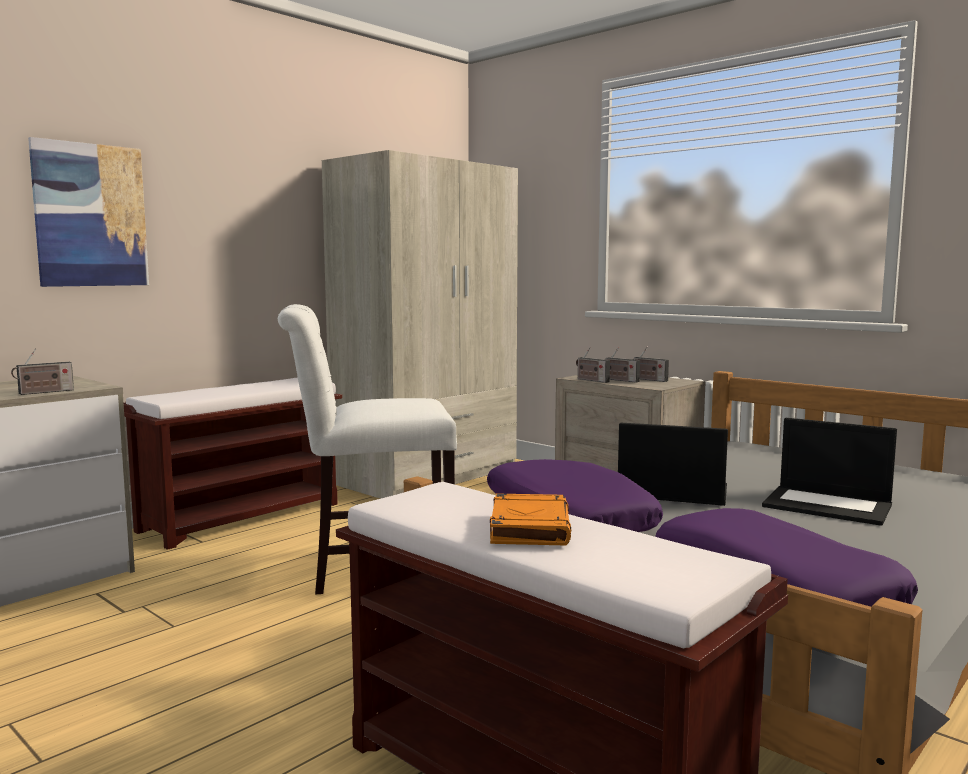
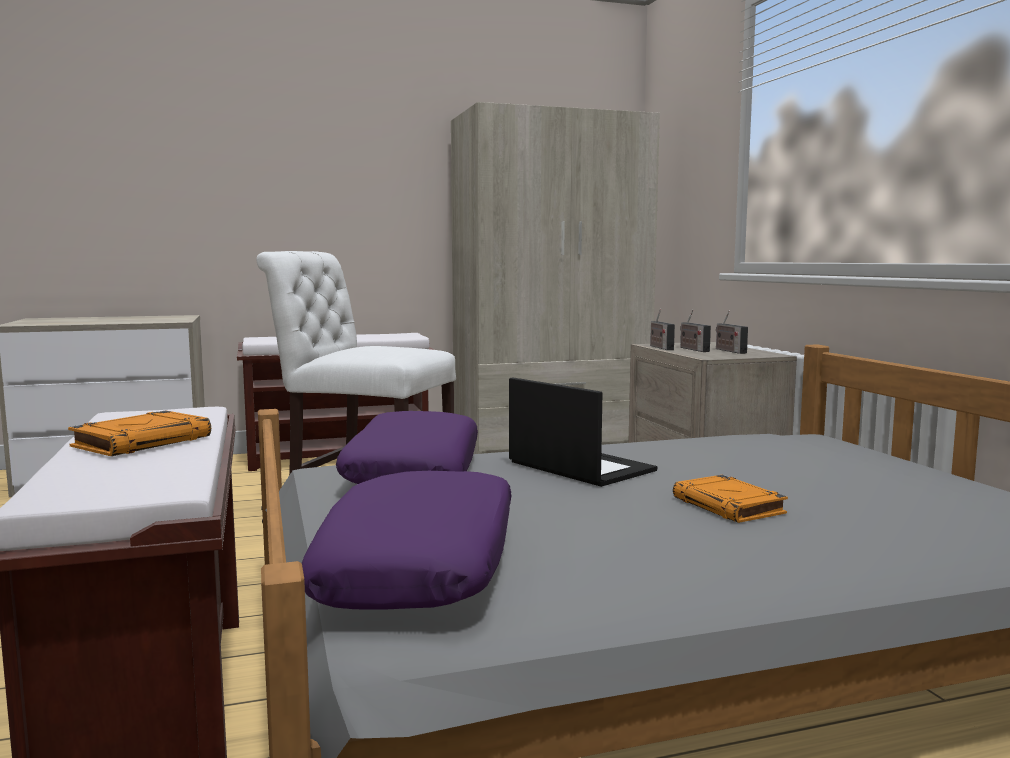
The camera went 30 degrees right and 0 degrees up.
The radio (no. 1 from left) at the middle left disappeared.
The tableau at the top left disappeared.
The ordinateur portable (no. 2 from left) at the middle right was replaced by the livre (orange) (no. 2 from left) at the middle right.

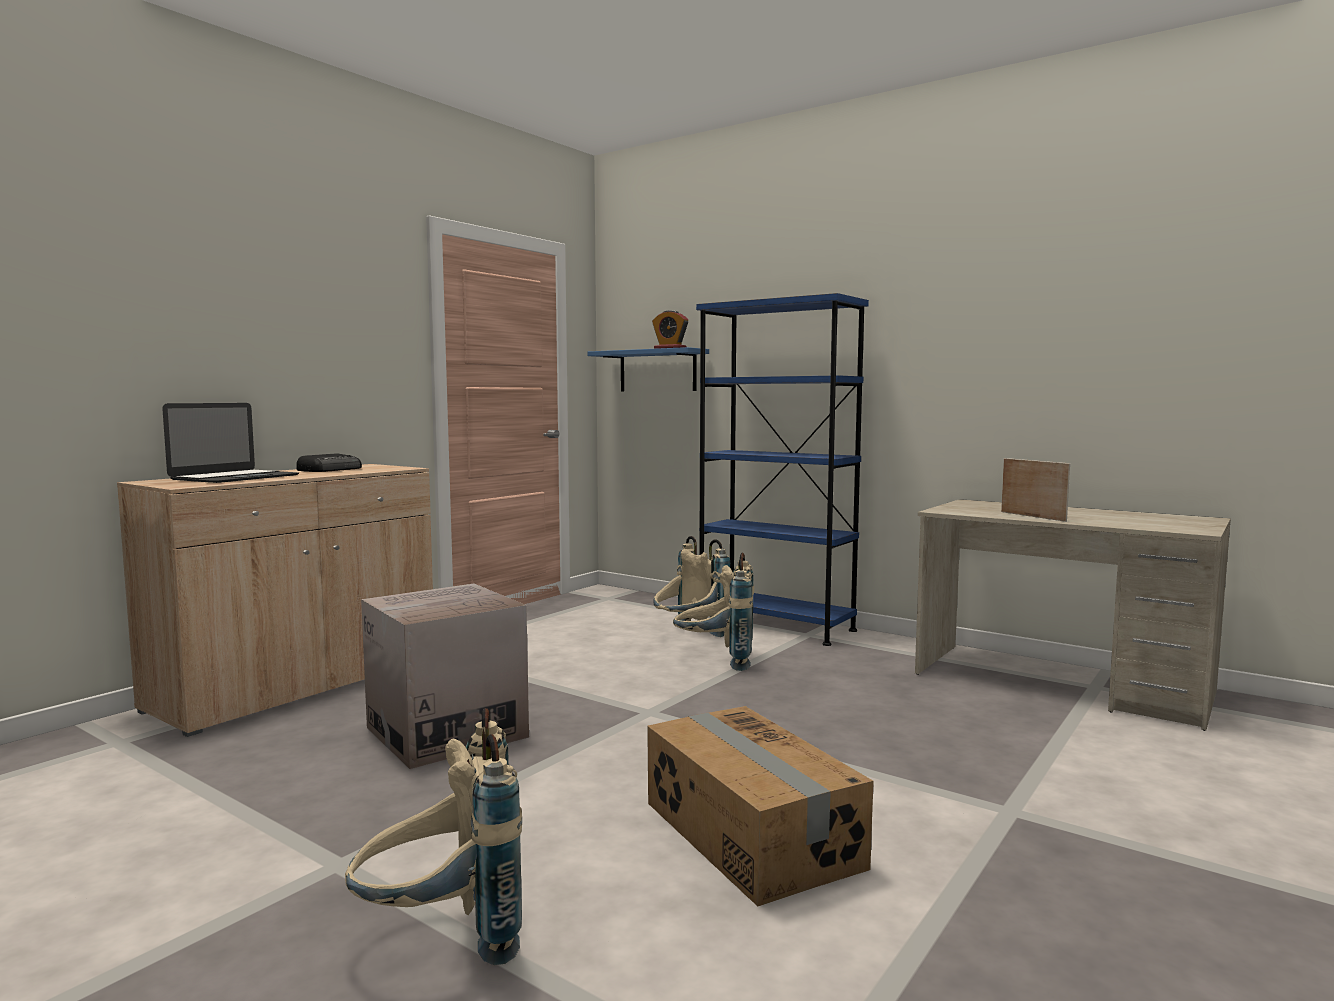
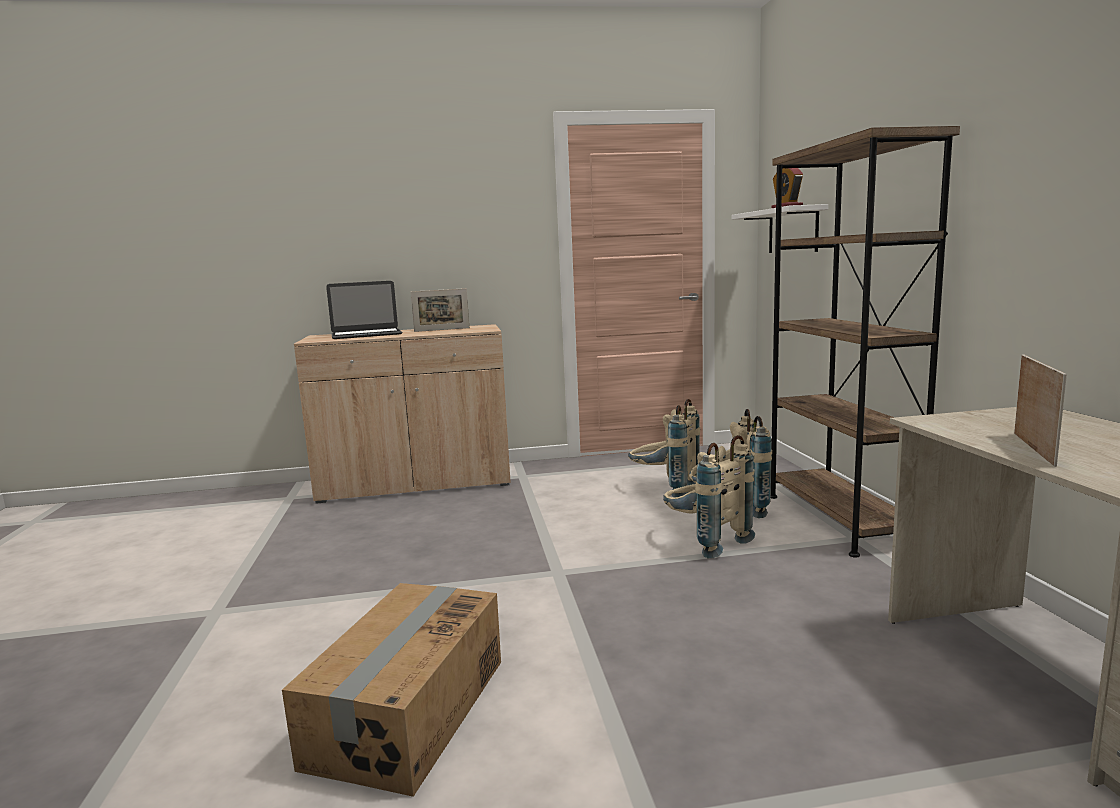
The camera went 45 degrees right and 5 degrees up.
The carton (no. 1 from left) at the bottom centre disappeared.
The sac à dos (beige) (no. 1 from left) moved from the bottom left to the centre.
The radio at the middle left was replaced by the cadre photo (no. 1 from left) at the centre.
The étagère (bleu) at the centre became the étagère (blanc) at the top right.
The bibliothèque (bleu) at the centre became the bibliothèque (marron) at the middle right.

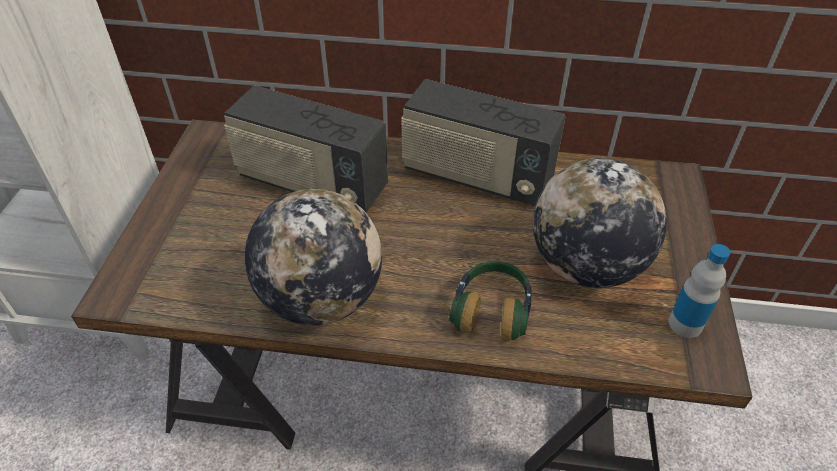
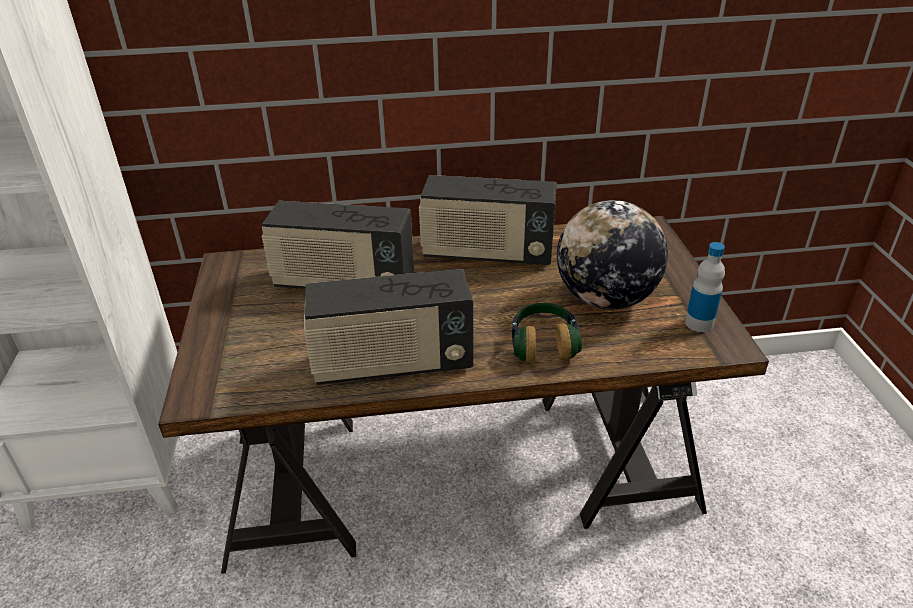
The camera went 15 degrees left and 10 degrees down.
The globe (no. 1 from left) at the centre was replaced by the radio (no. 2 from left) at the centre.

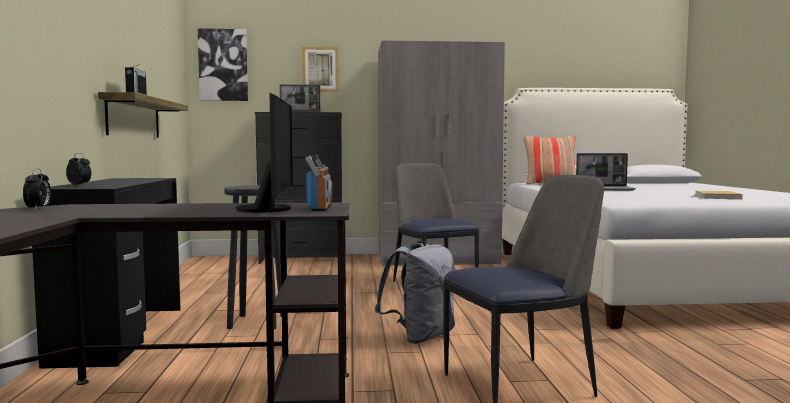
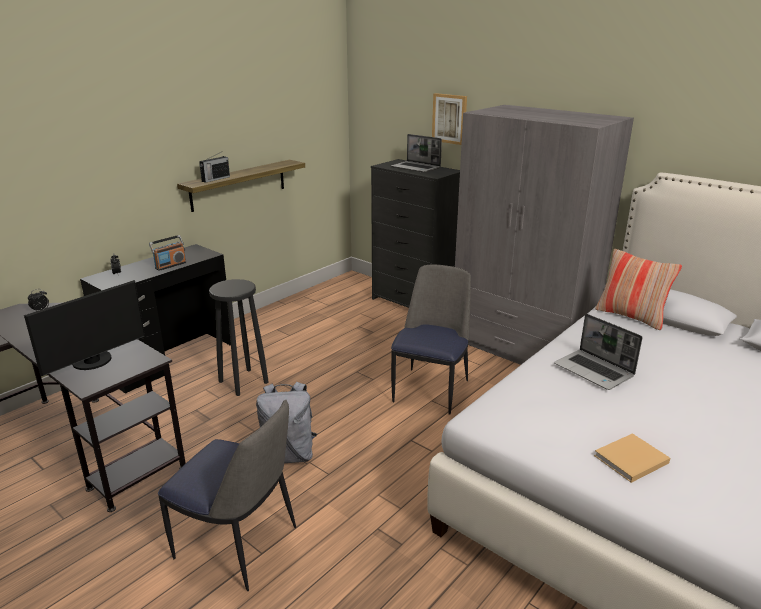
The camera went 45 degrees right and 20 degrees up.
The tableau (no. 1 from left) at the top left disappeared.
The radio (no. 2 from left in the first image) moved from the centre to the middle left.

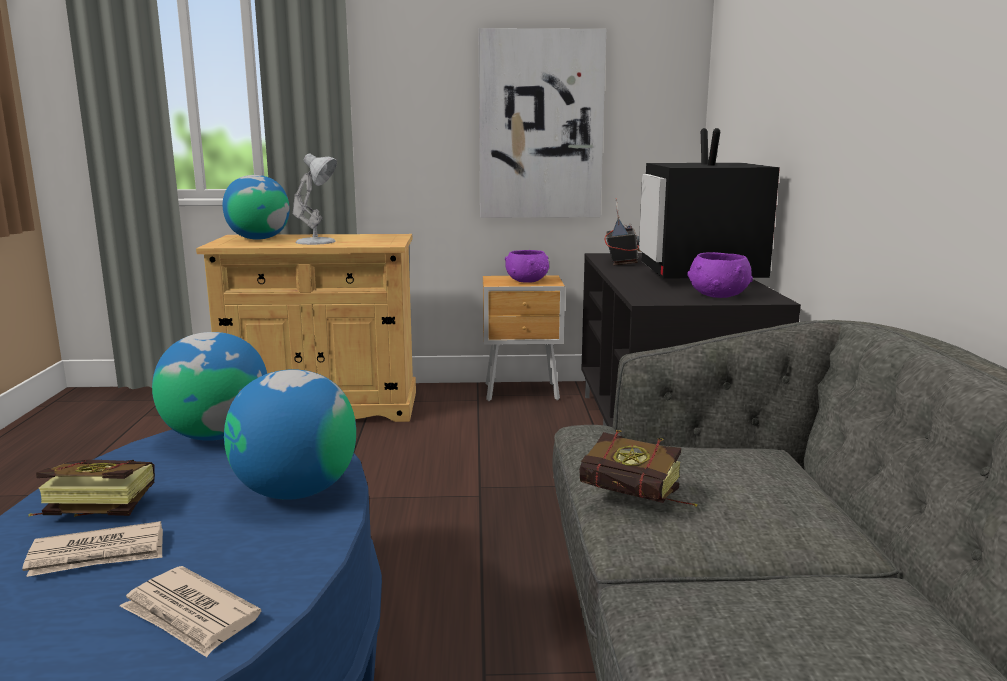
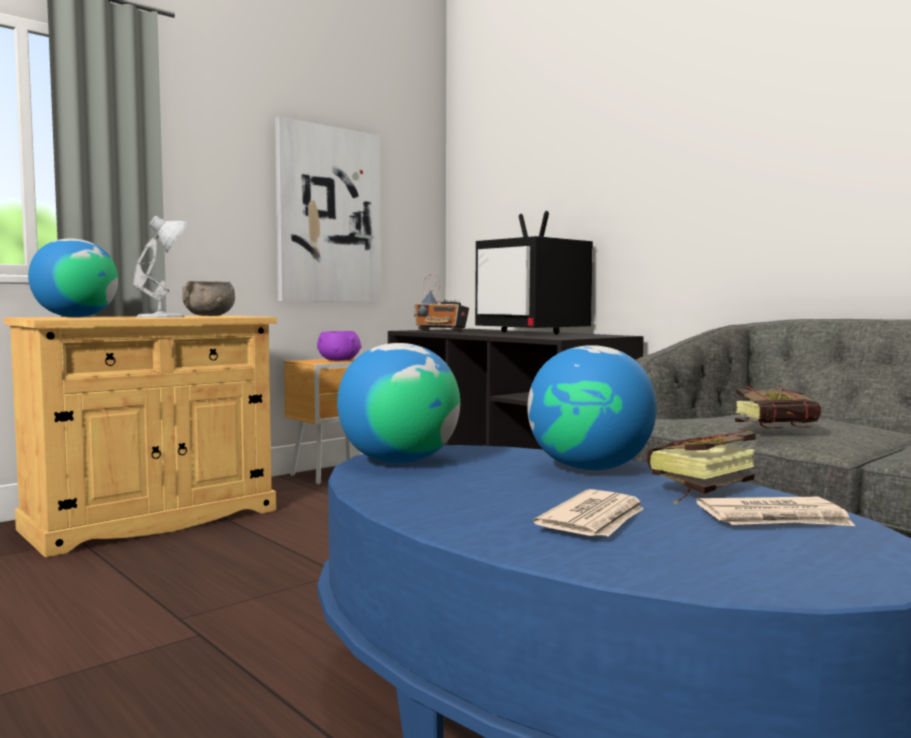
The camera went 40 degrees left and 10 degrees down.
The bol (violet) (no. 2 from left) at the middle right disappeared.
The bol (gris) at the middle left appeared.
The livre (no. 1 from left) moved from the bottom left to the middle right.
The radio at the centre turned 150 degrees clockwise.

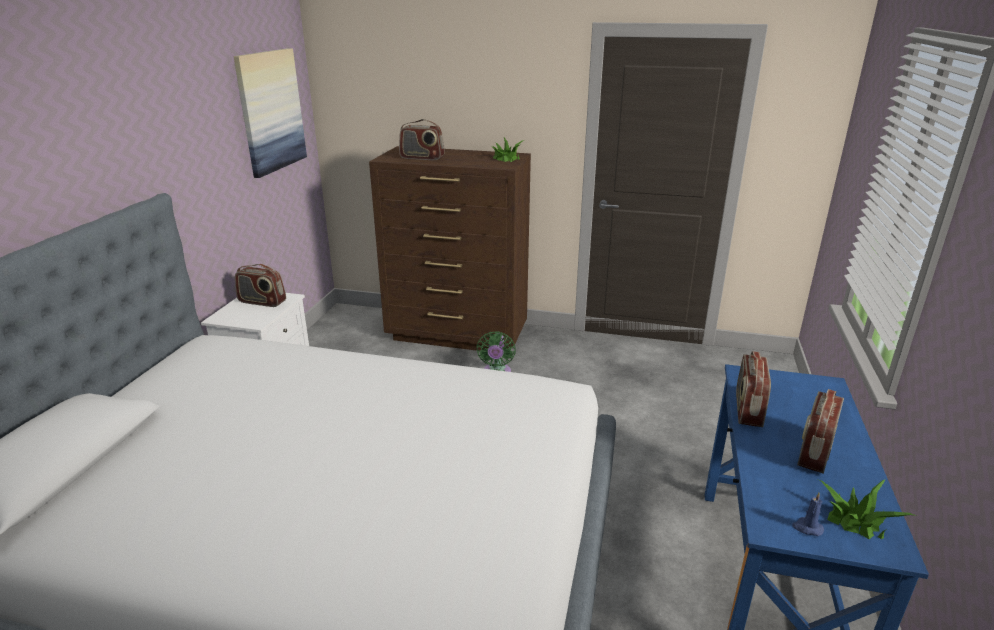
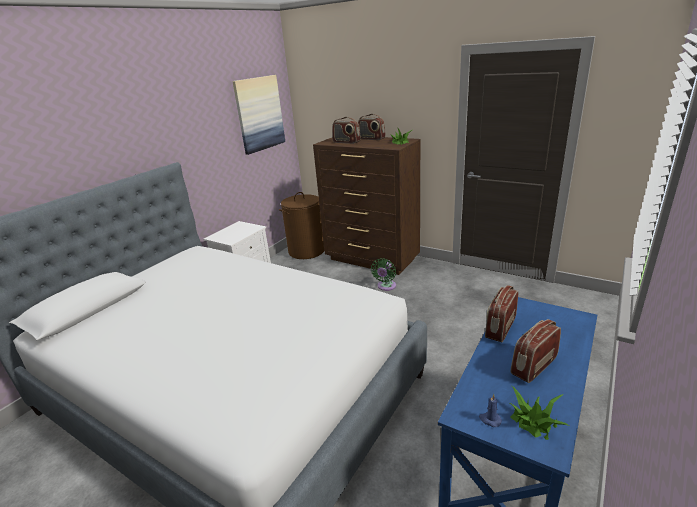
The camera went 20 degrees right and 0 degrees up.
The panier à linge (marron) at the centre appeared.
The radio (no. 1 from left in the first image) moved from the middle left to the top centre.

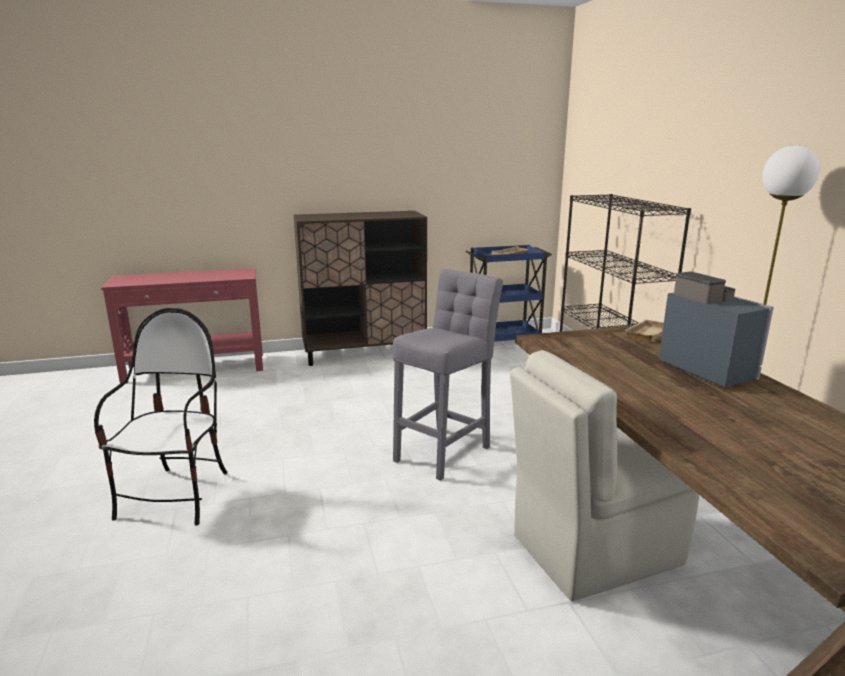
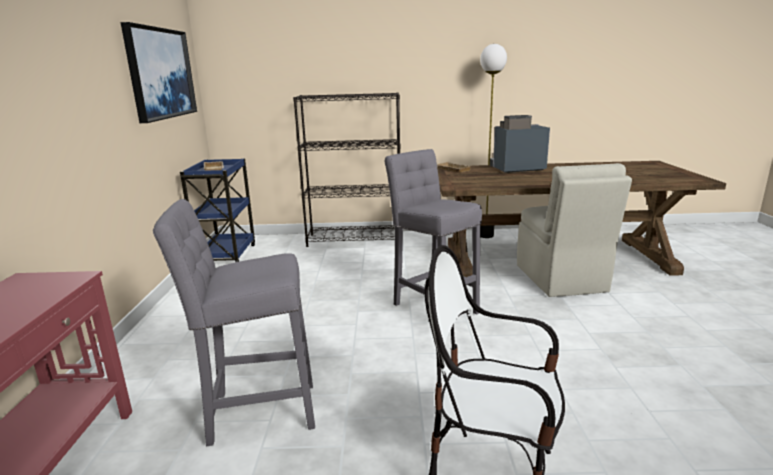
The camera went 75 degrees left and 0 degrees up.
The meuble de rangement (marron) at the centre disappeared.
The tableau at the top left appeared.
The tabouret (gris) (no. 1 from left) at the bottom left appeared.

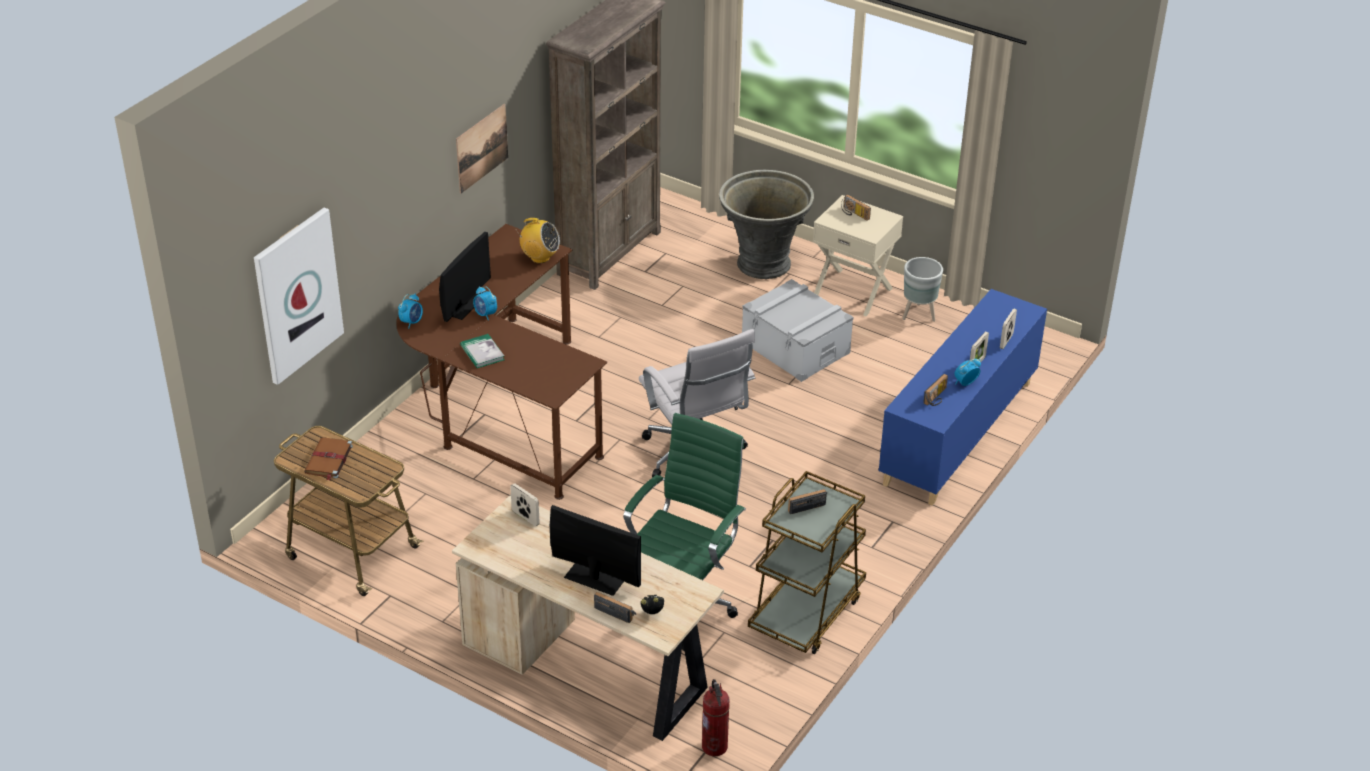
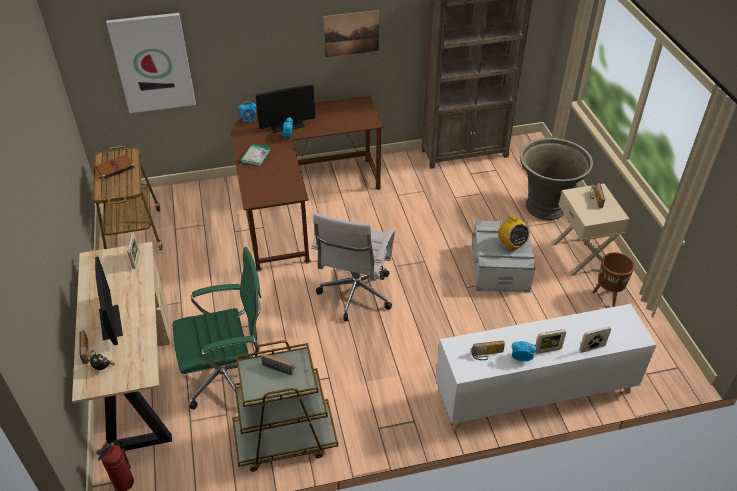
The camera went 45 degrees right and 5 degrees up.
The radio (no. 1 from left in the first image) moved from the top centre to the middle right.
The meuble de rangement (bleu) at the middle right became the meuble de rangement (blanc) at the bottom right.
The cache-pot (gris) (no. 2 from left) at the middle right became the cache-pot (marron) at the middle right.

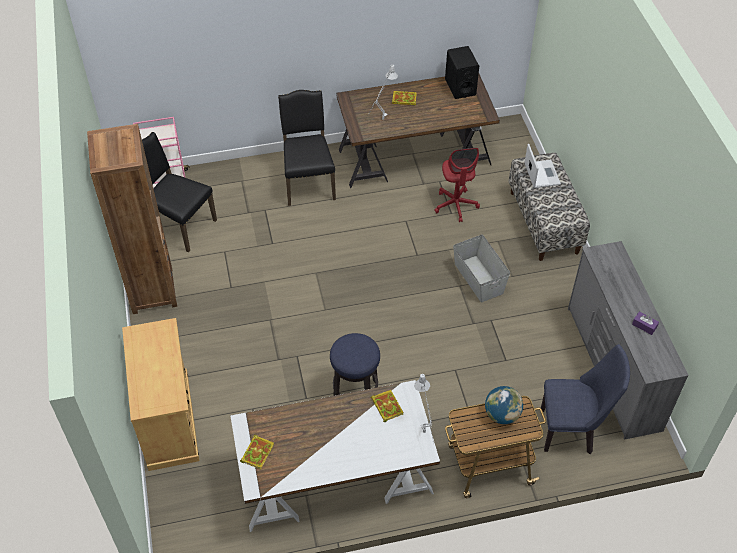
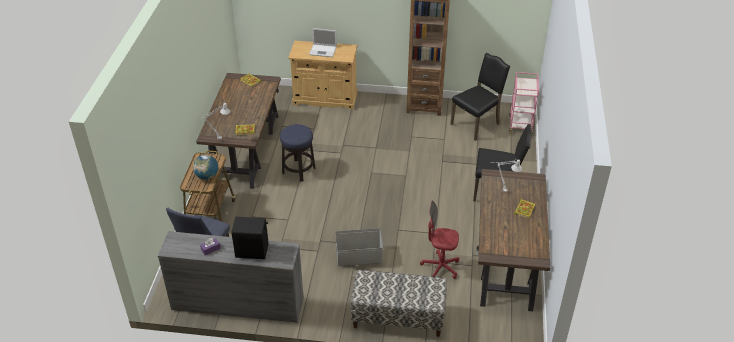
The camera went 110 degrees right and 10 degrees down.
The enceinte (noir) moved from the top centre to the bottom centre.
The ordinateur portable moved from the top right to the top centre.
The bureau (blanc) at the bottom centre became the bureau (marron) (no. 1 from left) at the middle left.

